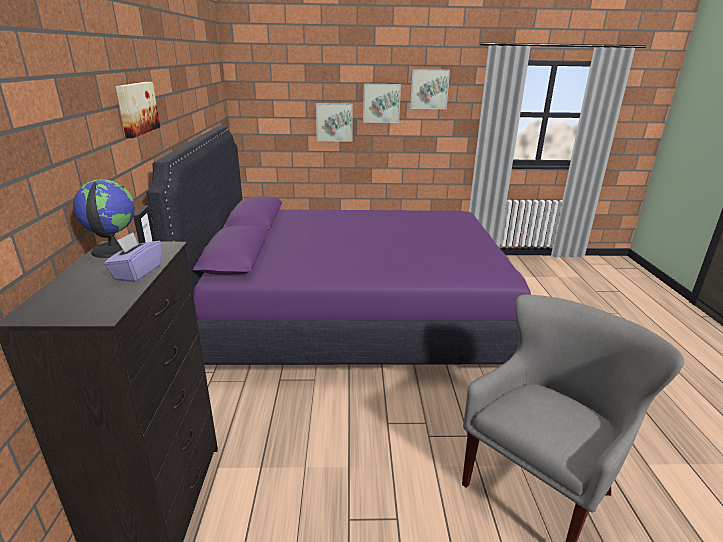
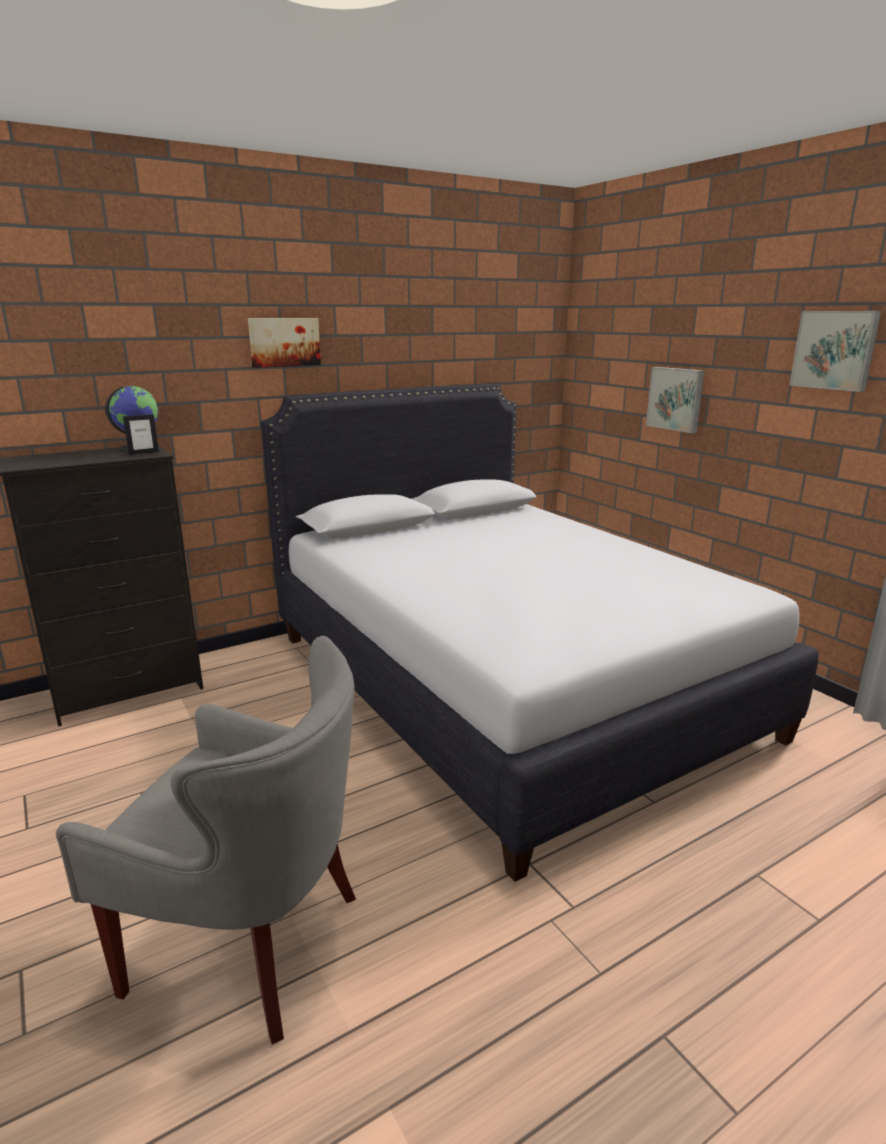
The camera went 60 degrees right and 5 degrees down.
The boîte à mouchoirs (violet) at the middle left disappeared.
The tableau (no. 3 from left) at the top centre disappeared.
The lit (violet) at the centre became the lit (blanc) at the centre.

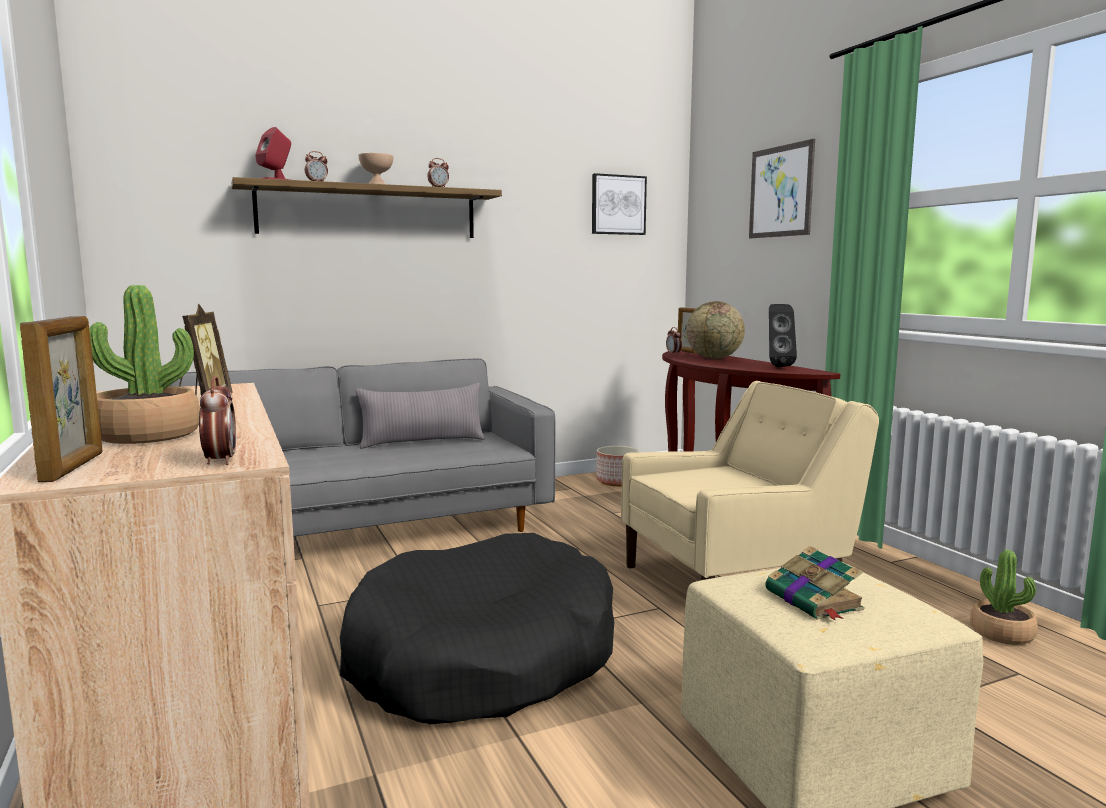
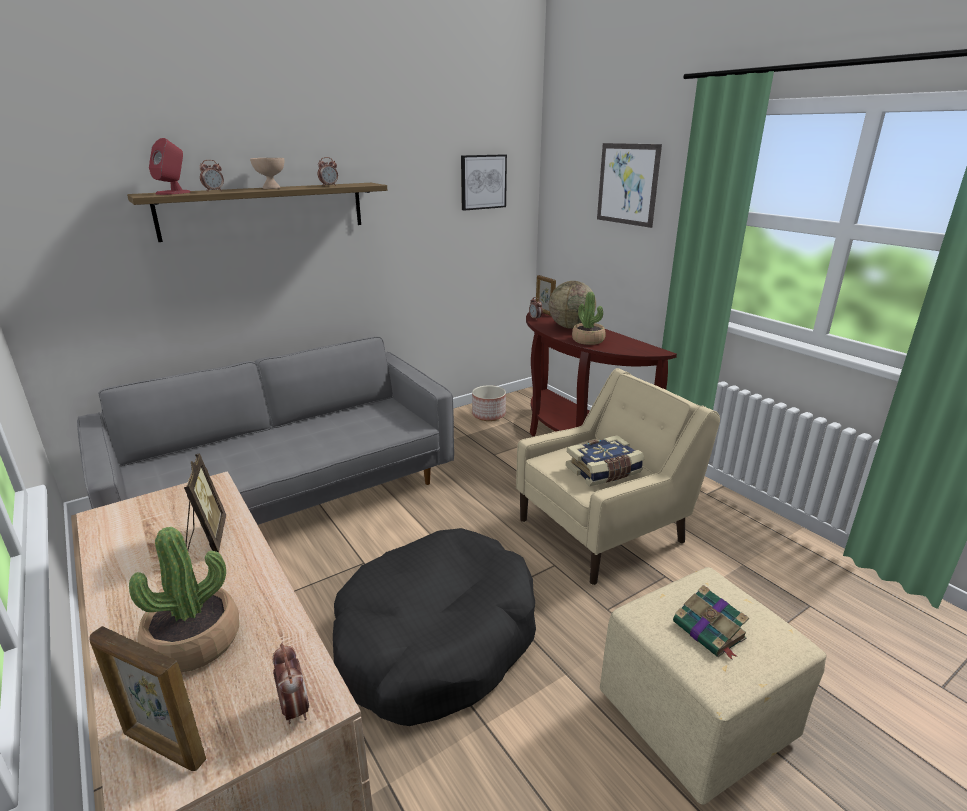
The camera went 10 degrees left and 15 degrees up.
The coussin (gris) at the centre disappeared.
The enceinte (noir) at the middle right disappeared.
The livre (no. 1 from left) at the centre appeared.
The plante en pot (no. 2 from left) moved from the bottom right to the centre.
The cadre photo (no. 1 from left) at the middle left turned 135 degrees clockwise.

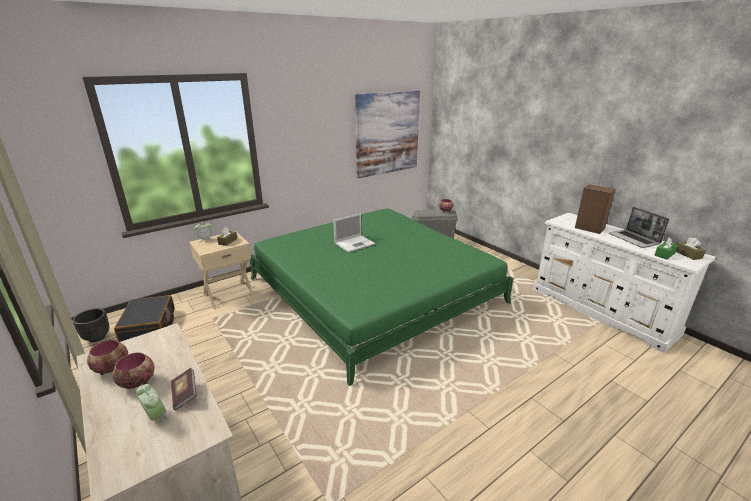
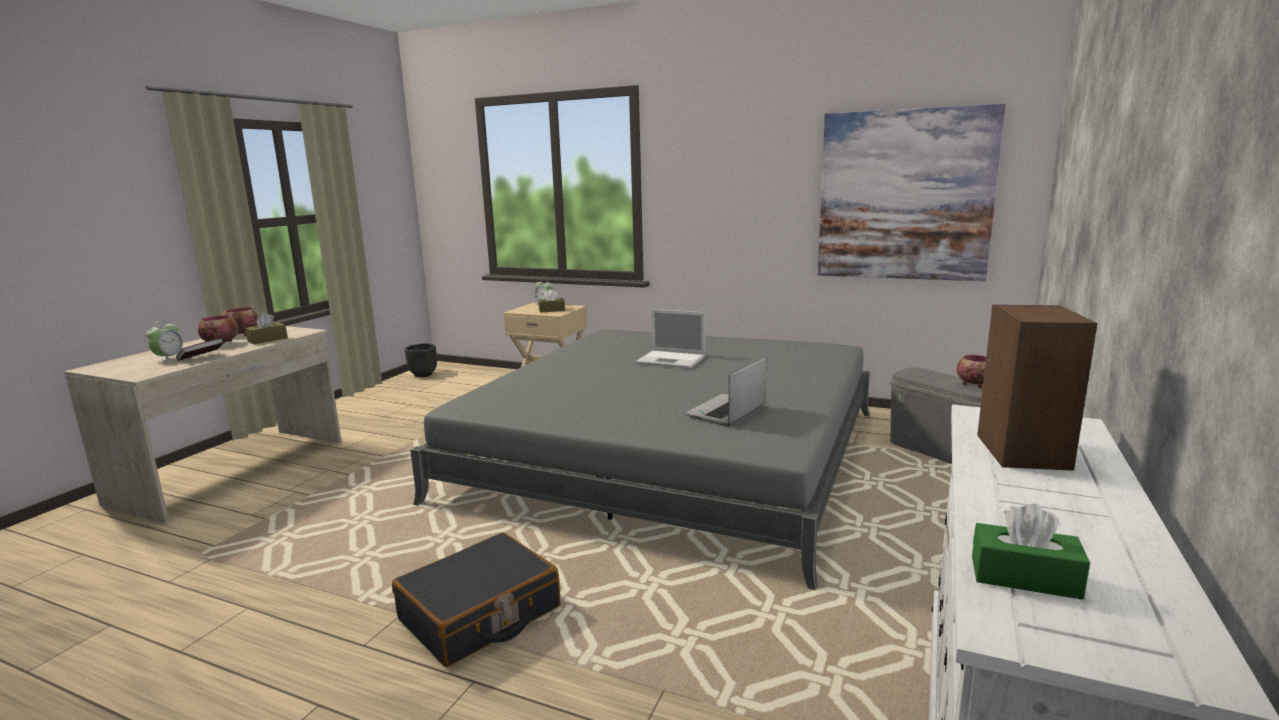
The camera went 60 degrees right and 10 degrees down.
The valise (noir) moved from the middle left to the bottom centre.
The ordinateur portable (no. 2 from left) moved from the middle right to the centre.
The boîte à mouchoirs (marron) (no. 2 from left in the first image) moved from the middle right to the middle left.
The lit (vert) at the centre became the lit (gris) at the centre.

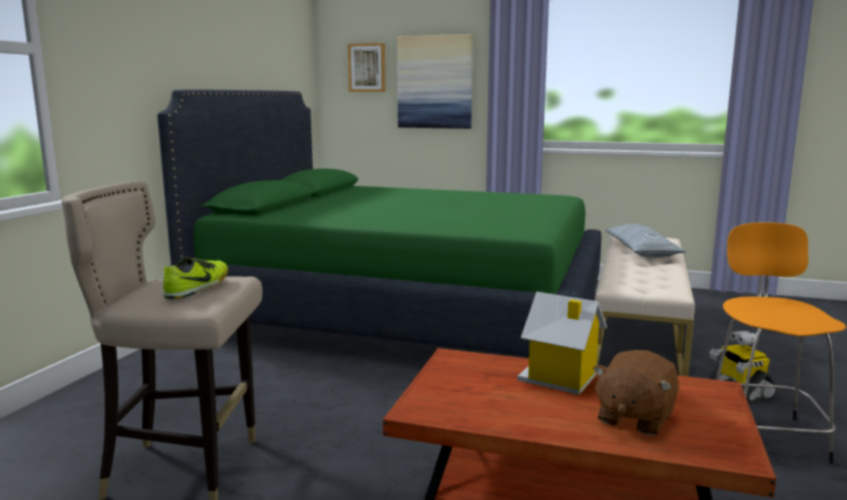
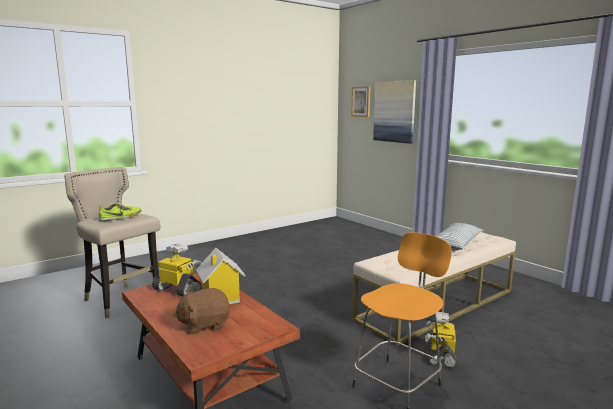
The camera went 35 degrees right and 0 degrees up.
The lit (vert) at the centre disappeared.
The robot jouet (no. 1 from left) at the middle left appeared.

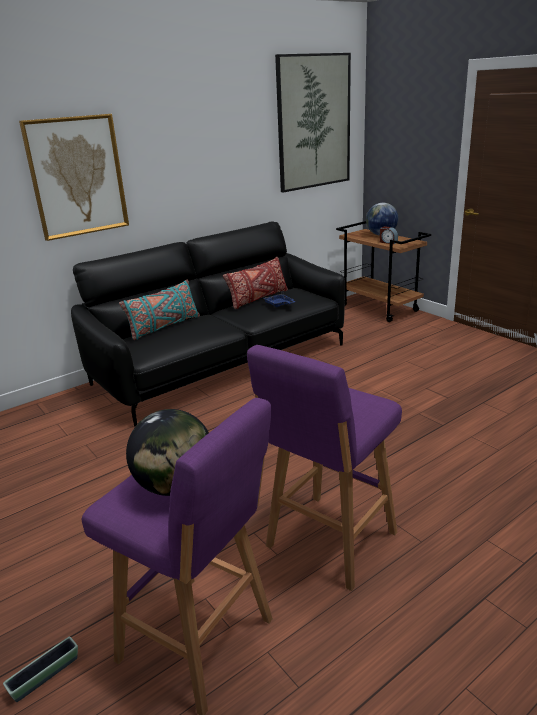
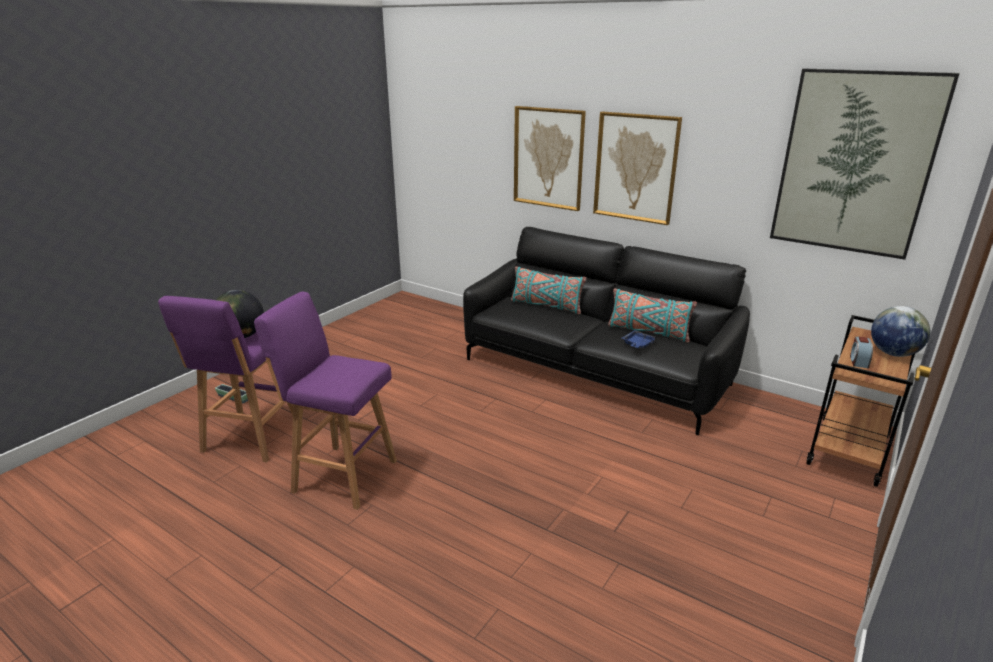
The camera went 70 degrees right and 0 degrees up.
The tableau (no. 2 from left) at the top centre appeared.
The coussin (rouge) at the centre became the coussin (turquoise) (no. 2 from left) at the centre.

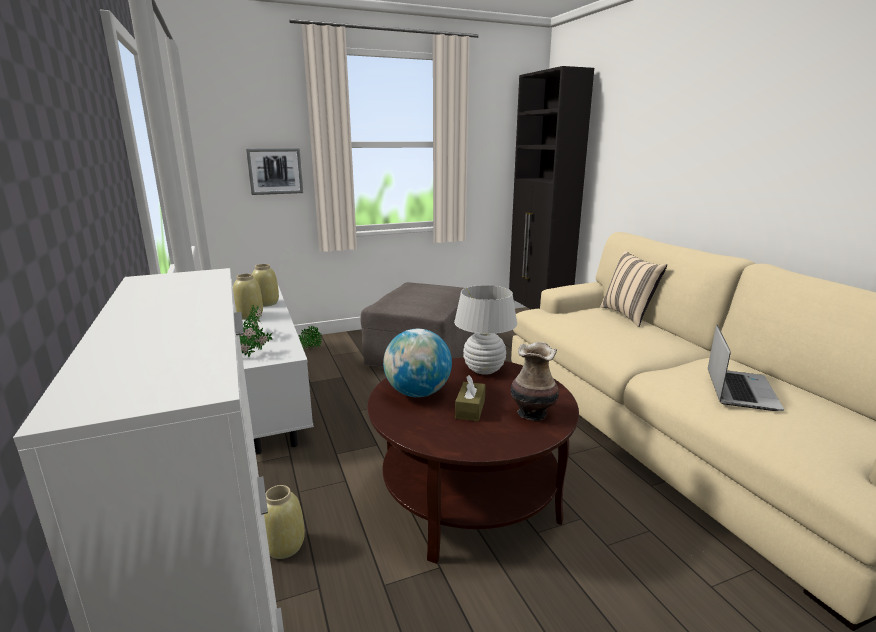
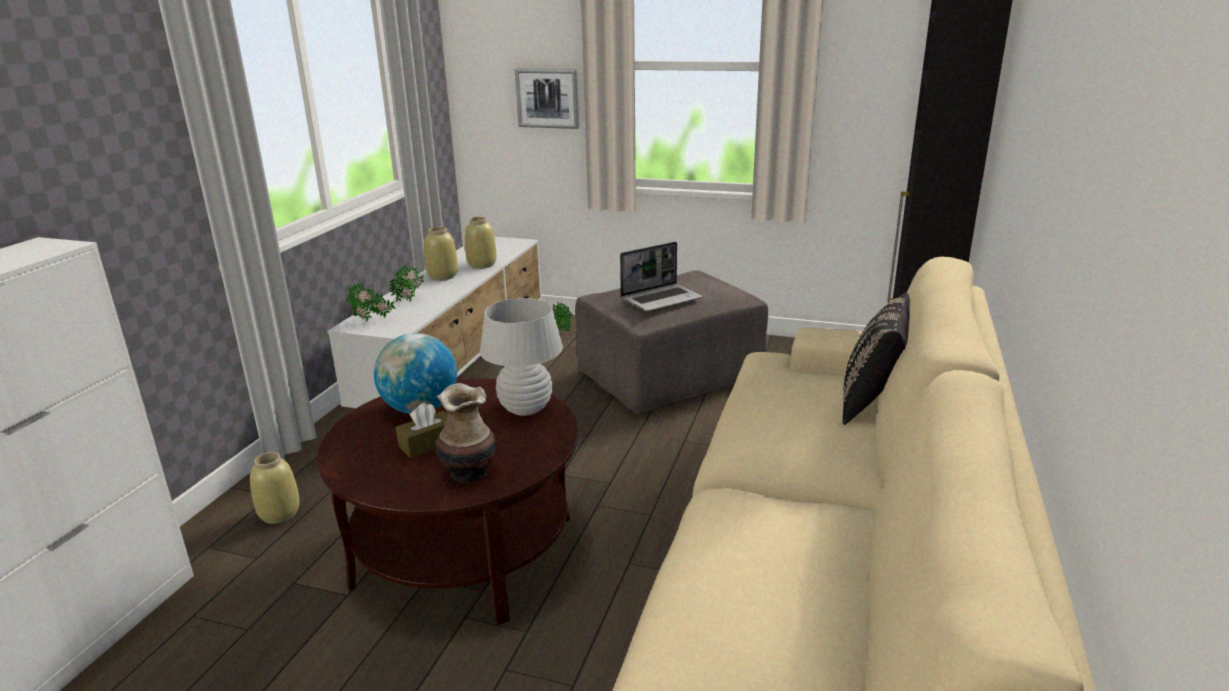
The camera went 40 degrees right and 5 degrees up.
The ordinateur portable moved from the middle right to the centre.
The coussin (beige) at the middle right became the coussin (noir) at the middle right.

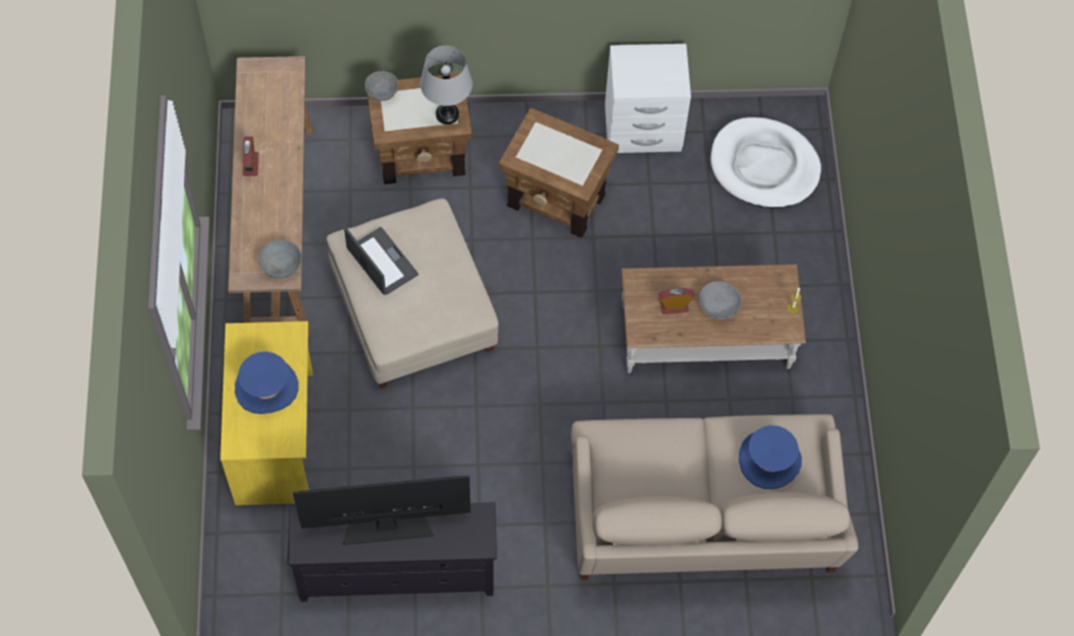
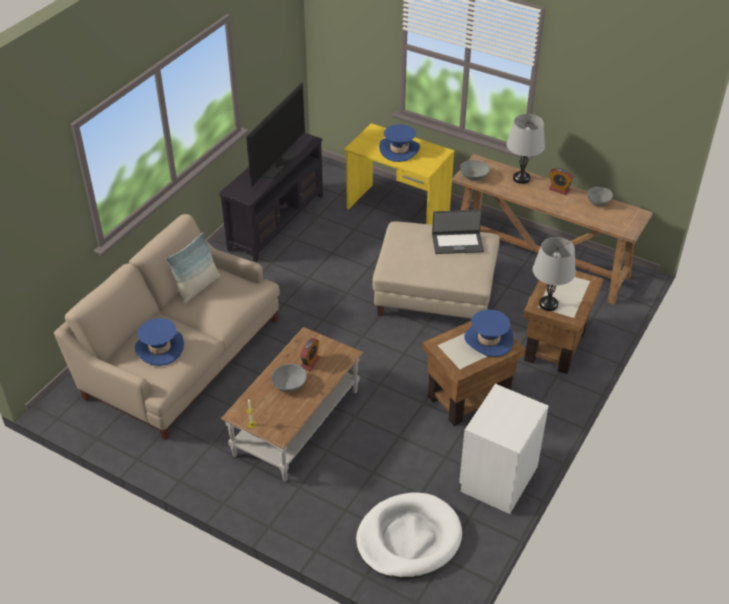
The camera went 125 degrees right and 20 degrees down.
The coussin at the middle left appeared.
The chapeau (bleu) (no. 3 from left) at the middle right appeared.
The lampe de table (gris) (no. 1 from left) at the top right appeared.
The bol (gris) (no. 2 from left in the first image) moved from the top centre to the top right.

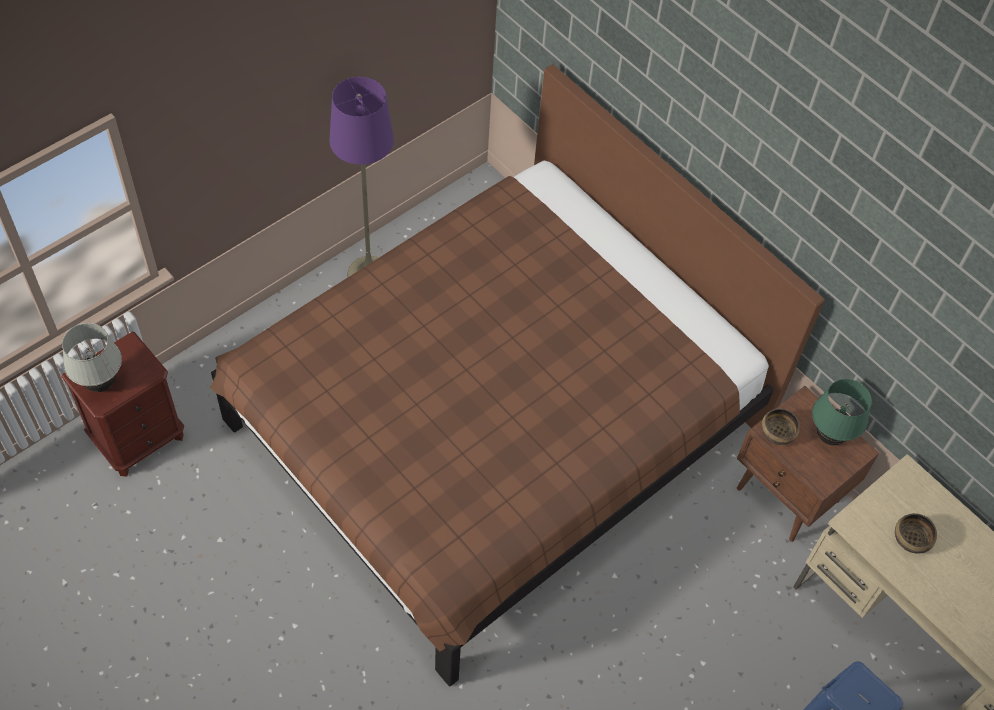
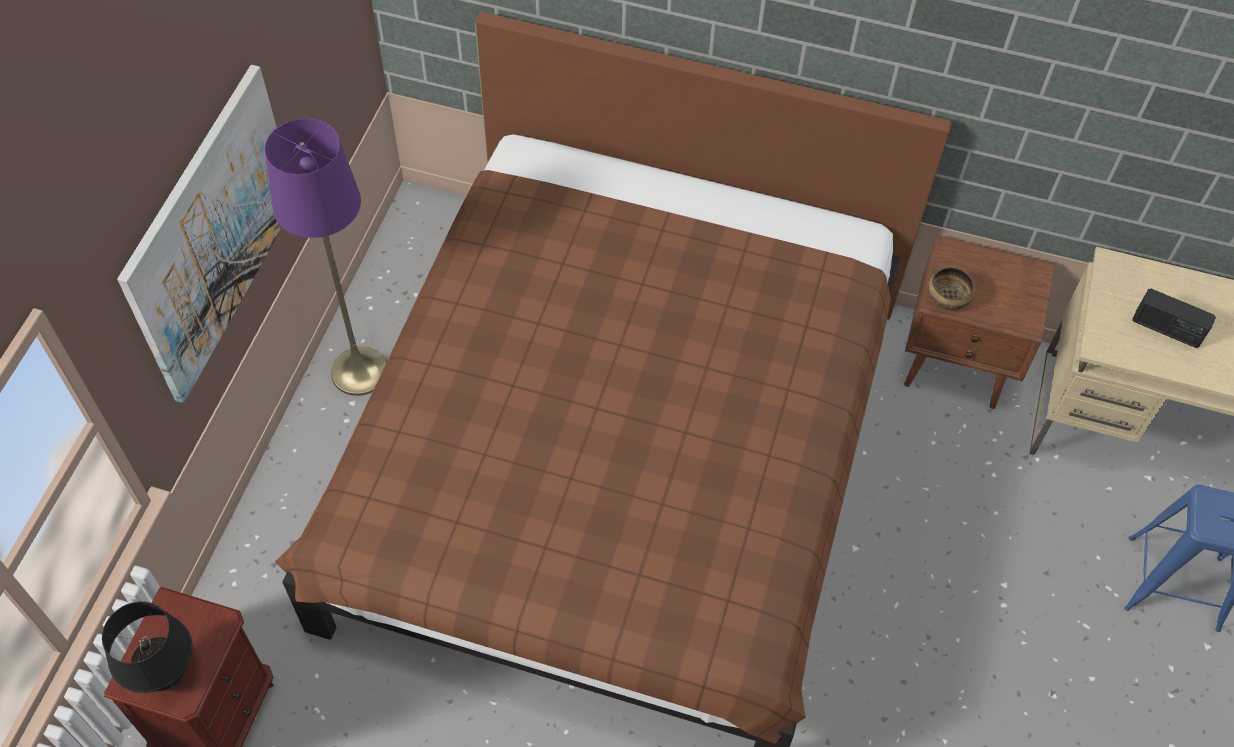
The camera went 30 degrees left and 0 degrees up.
The lampe de table (vert) at the middle right disappeared.
The tableau at the top left appeared.
The bol (no. 2 from left) at the bottom right was replaced by the radio at the middle right.
The lampe de table (blanc) at the middle left became the lampe de table (noir) at the bottom left.

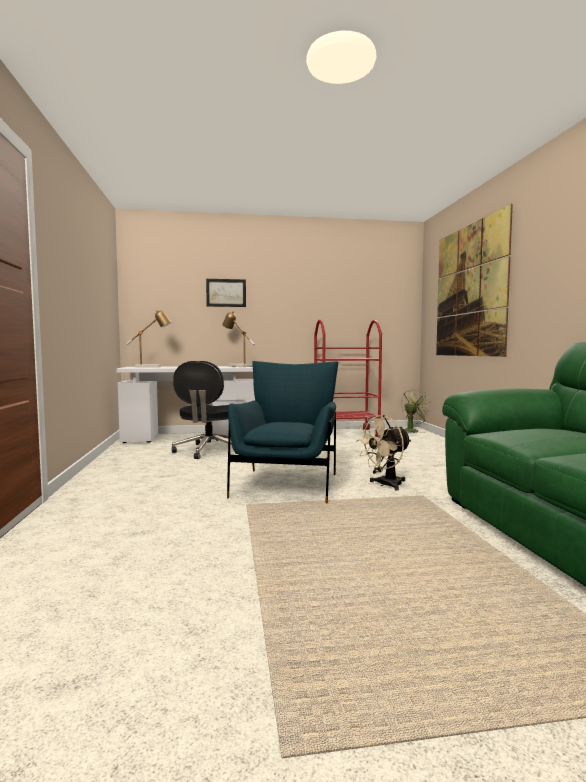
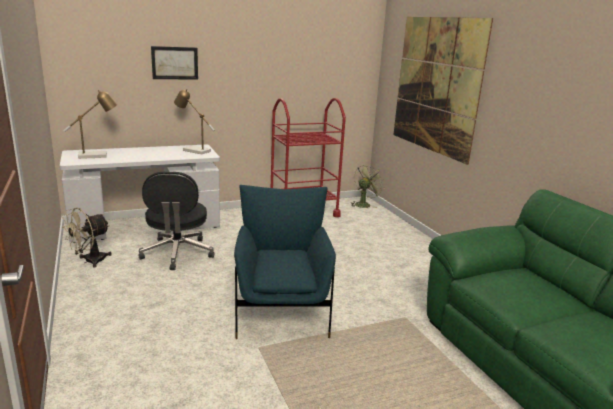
The camera went 15 degrees left and 15 degrees up.
The ventilateur (beige) moved from the centre to the middle left.

